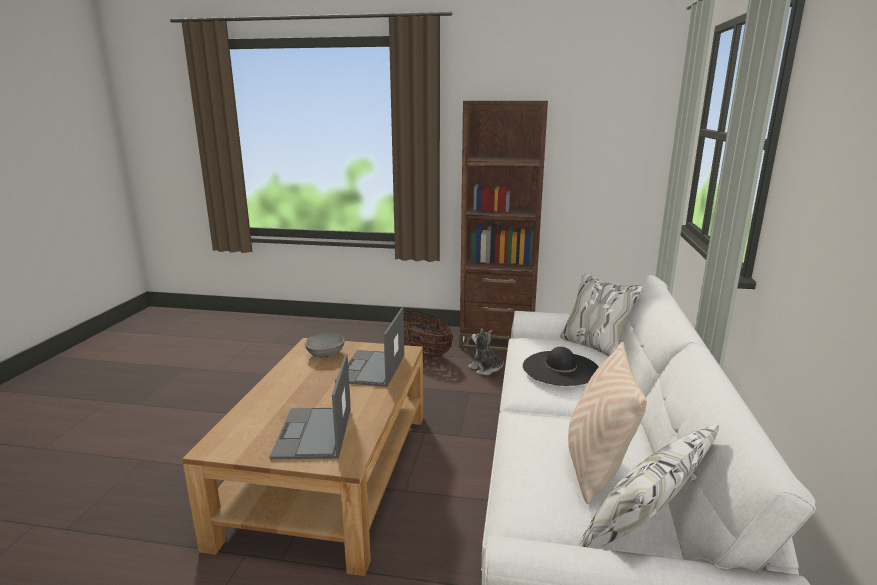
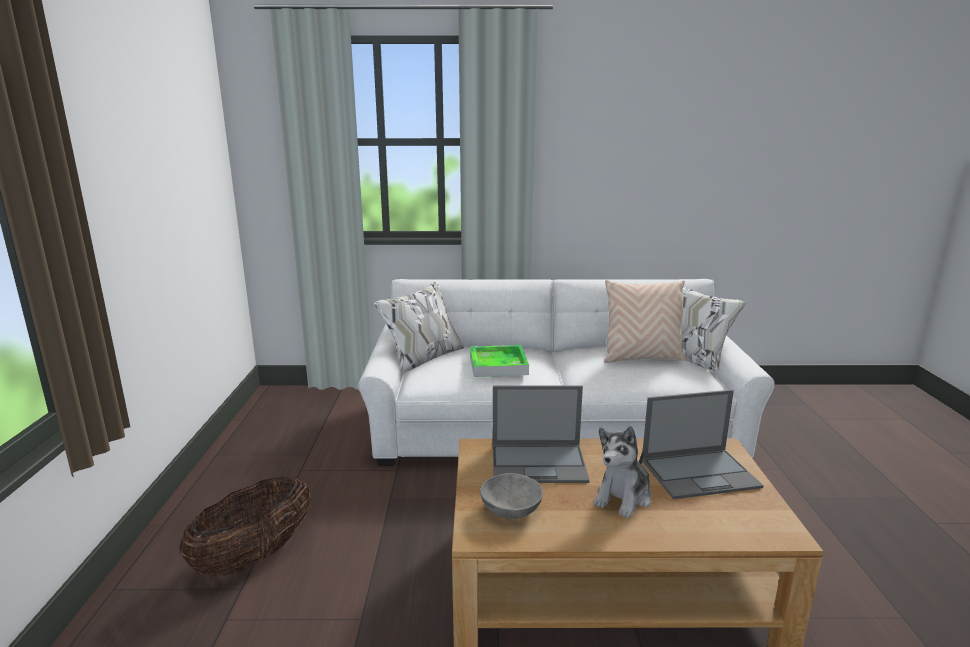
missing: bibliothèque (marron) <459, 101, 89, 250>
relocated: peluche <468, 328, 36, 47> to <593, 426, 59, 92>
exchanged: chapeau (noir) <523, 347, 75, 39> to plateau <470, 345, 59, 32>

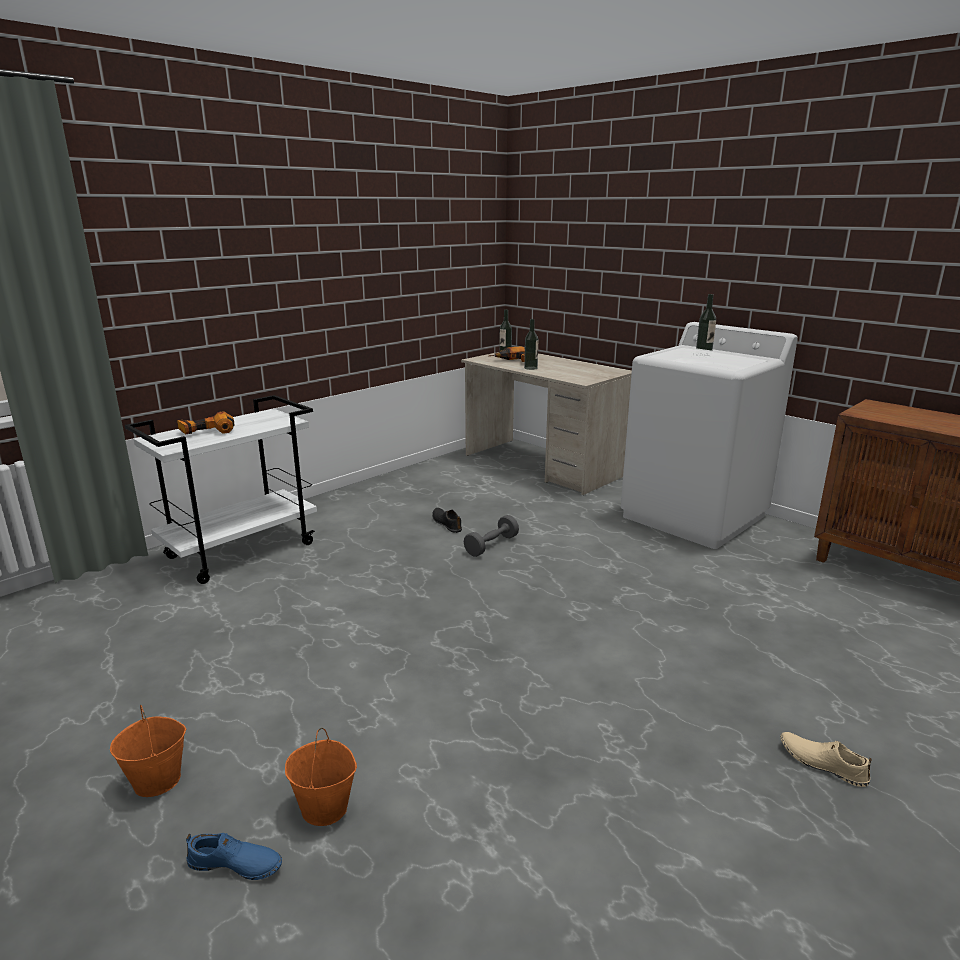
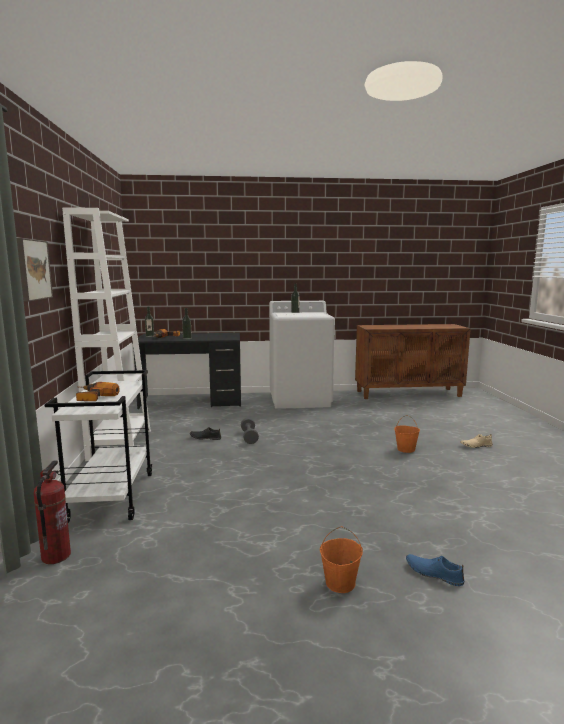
appeared: tableau <17, 238, 36, 64>; extincteur <34, 461, 37, 103>; bibliothèque (blanc) <62, 207, 89, 254>
relocated: seau (orange) <285, 728, 72, 98> to <394, 415, 26, 38>
colour: bureau (beige) <461, 352, 171, 143> to bureau (noir) <132, 333, 109, 76>
spun: chaussure (bleu) <186, 833, 96, 47> = <406, 554, 58, 32> 105 degrees counterclockwise

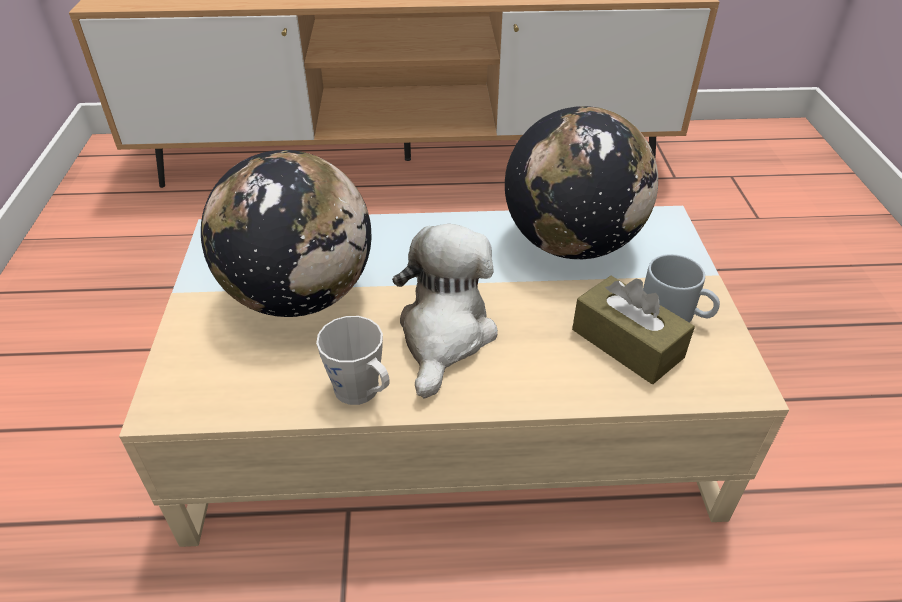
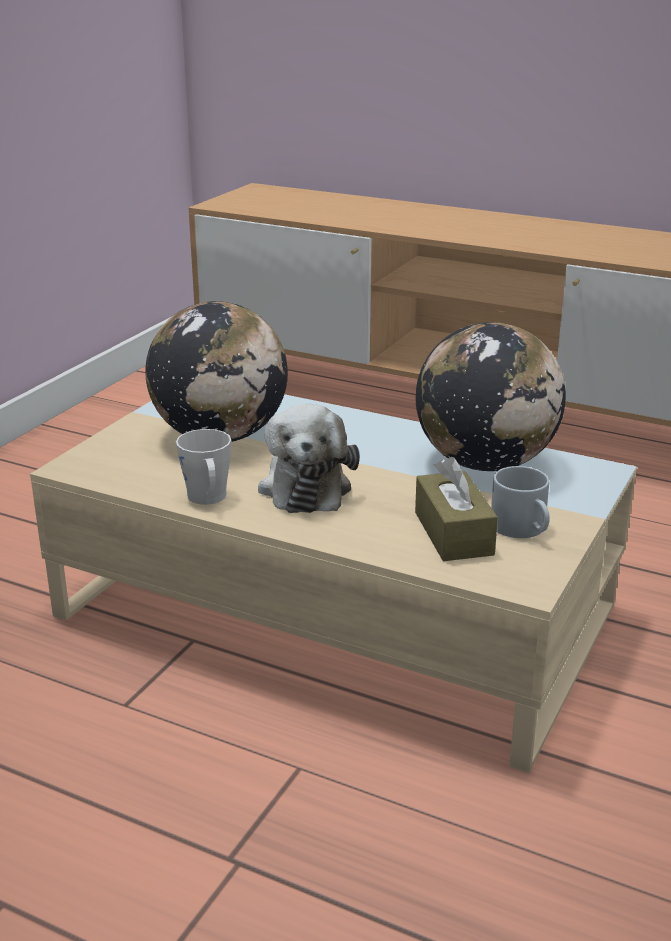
spun: peluche <392, 224, 106, 174> = <258, 404, 102, 109> 135 degrees clockwise

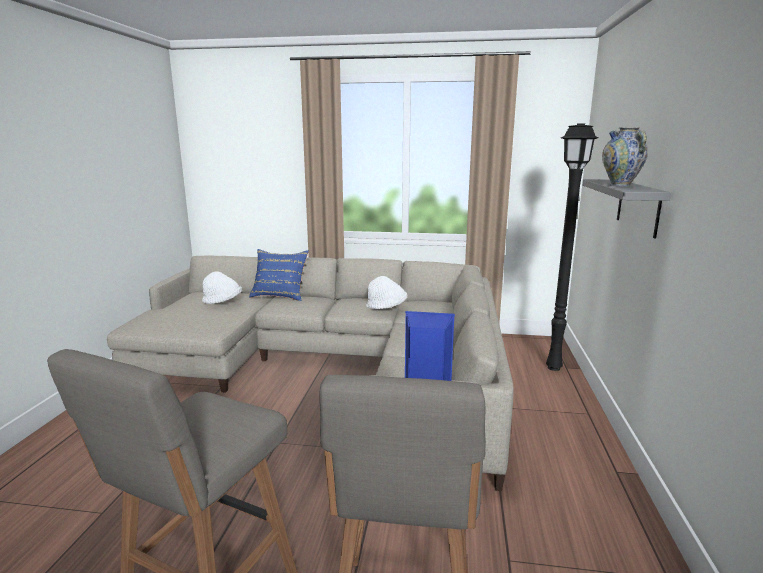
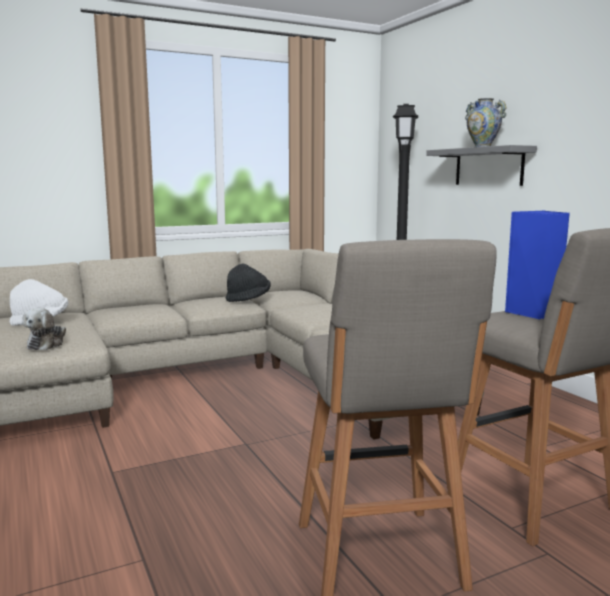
missing: coussin (bleu) <249, 249, 60, 52>
appeared: peluche <22, 308, 44, 42>
colour: chapeau (blanc) <366, 276, 41, 33> to chapeau (noir) <226, 264, 45, 38>

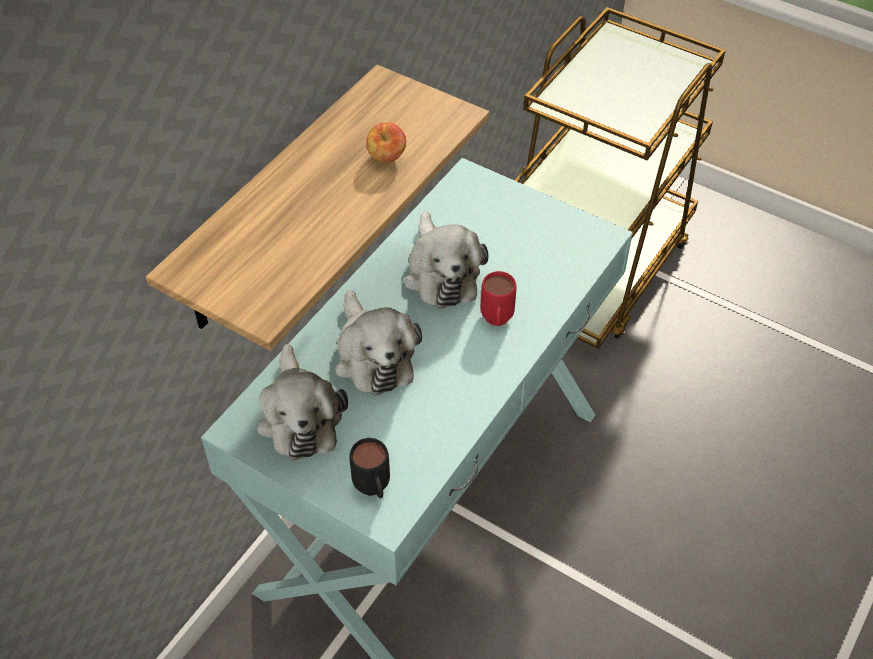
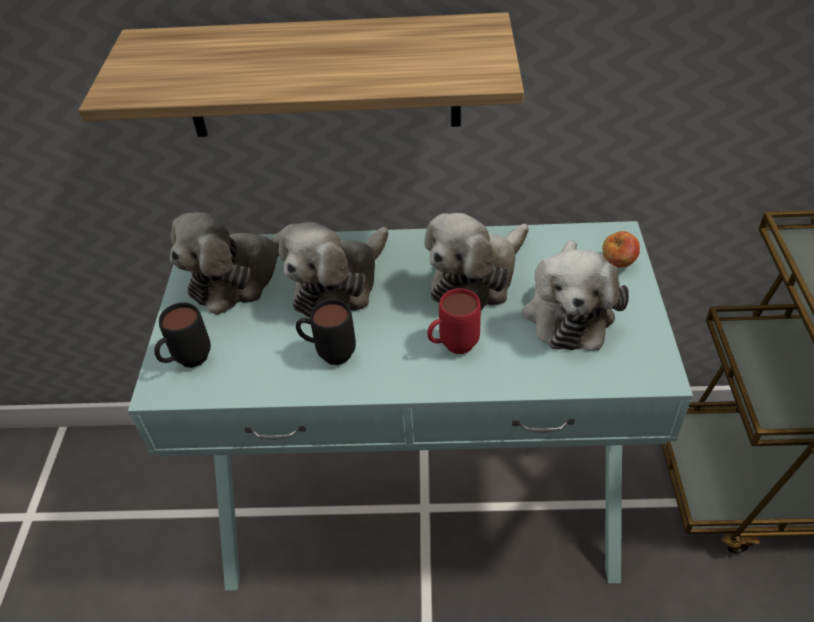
appeared: mug (noir) <296, 299, 60, 66>; peluche <522, 240, 107, 111>
relocated: pomme <366, 122, 40, 40> to <602, 231, 38, 37>

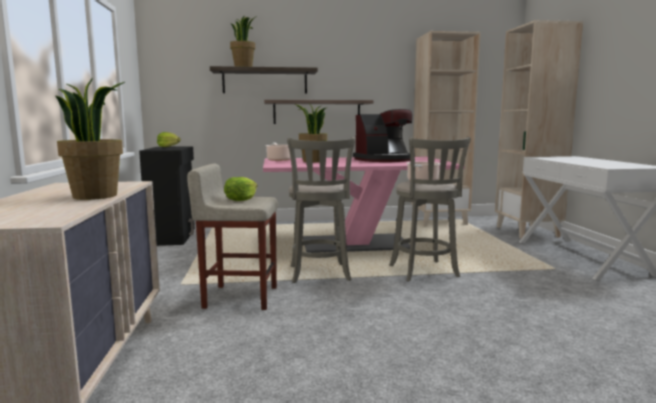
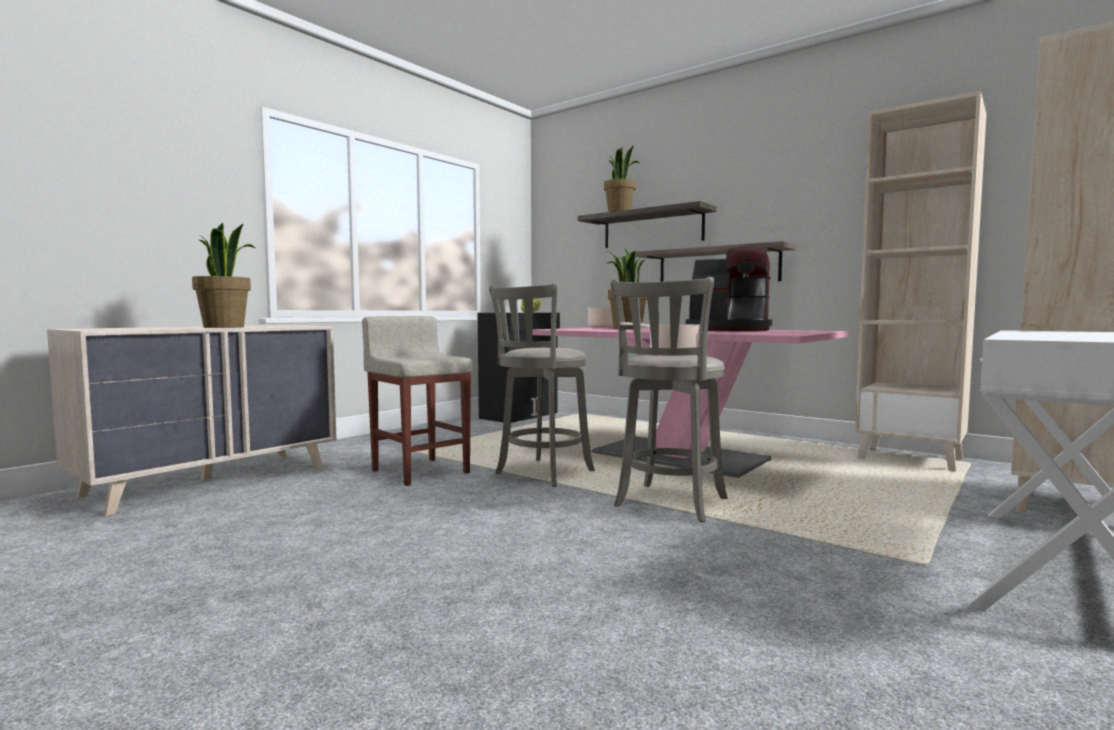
missing: laitue <224, 177, 33, 24>

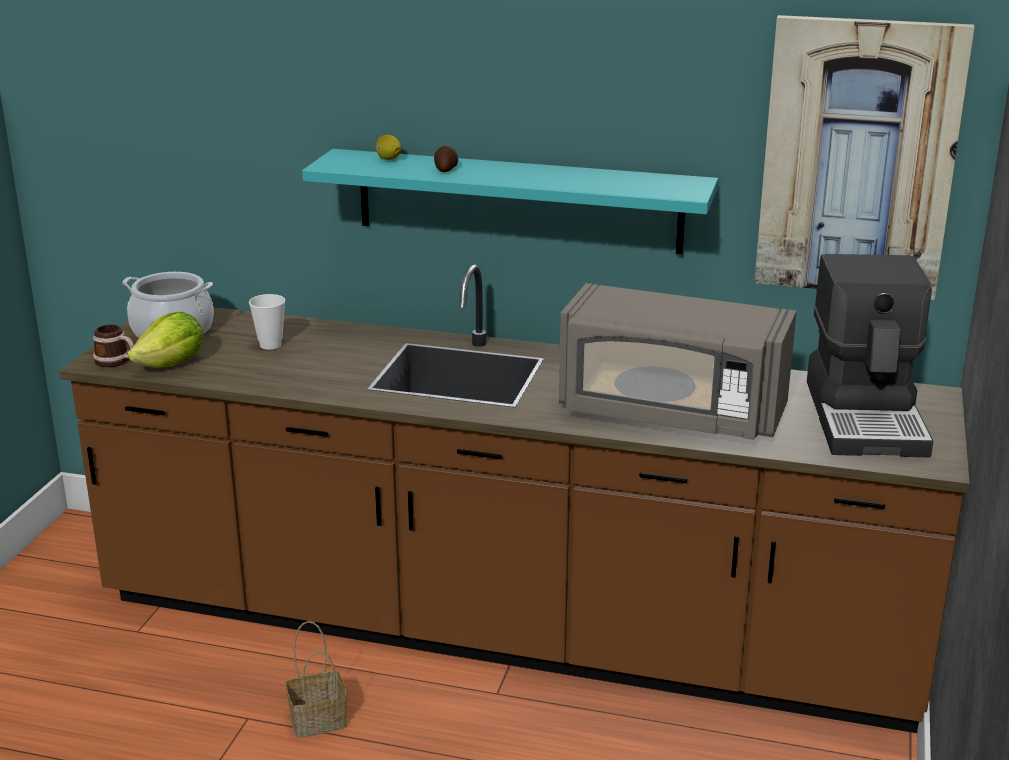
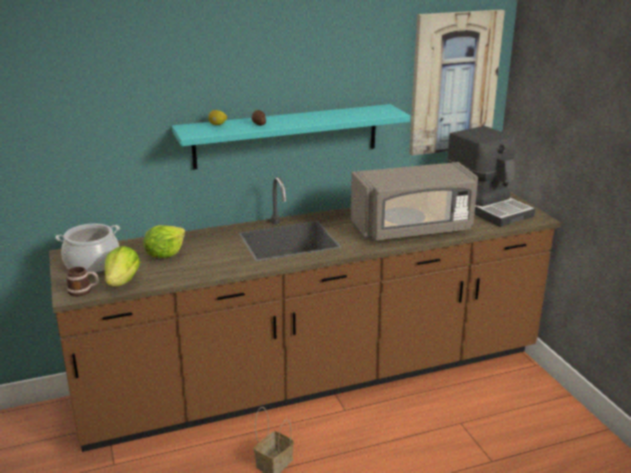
exchanged: tasse <249, 294, 36, 56> to laitue <143, 225, 42, 33>

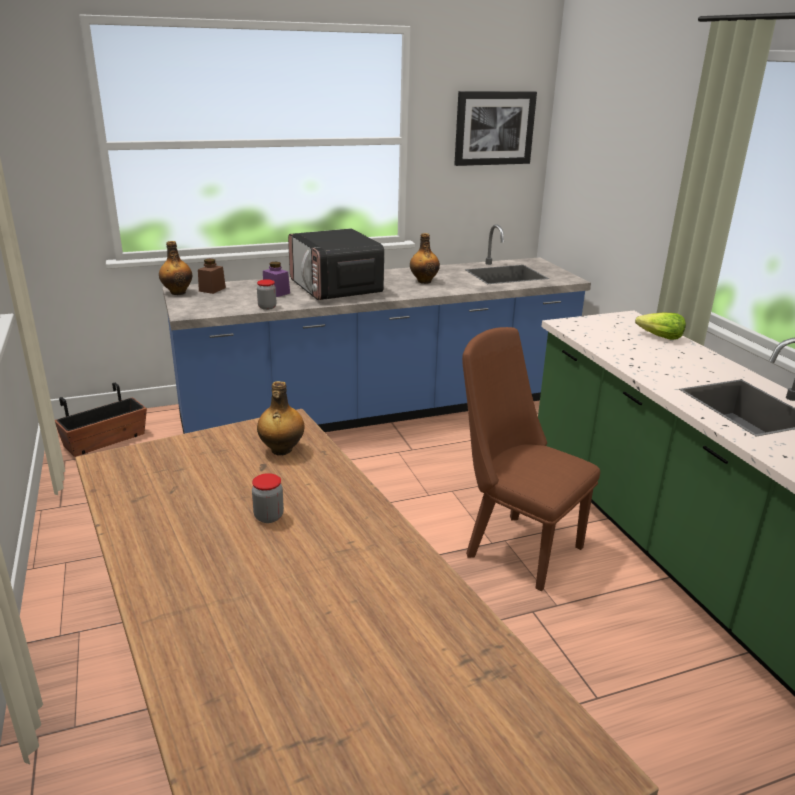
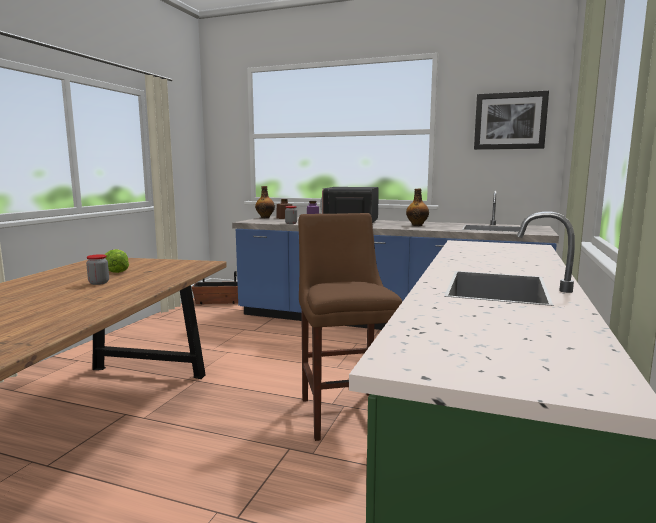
missing: bouteille <257, 381, 48, 75>
relocated: laitue <635, 312, 51, 28> to <105, 249, 24, 24>
exchanged: chaise (marron) <462, 327, 138, 264> to tabouret (marron) <298, 213, 104, 228>

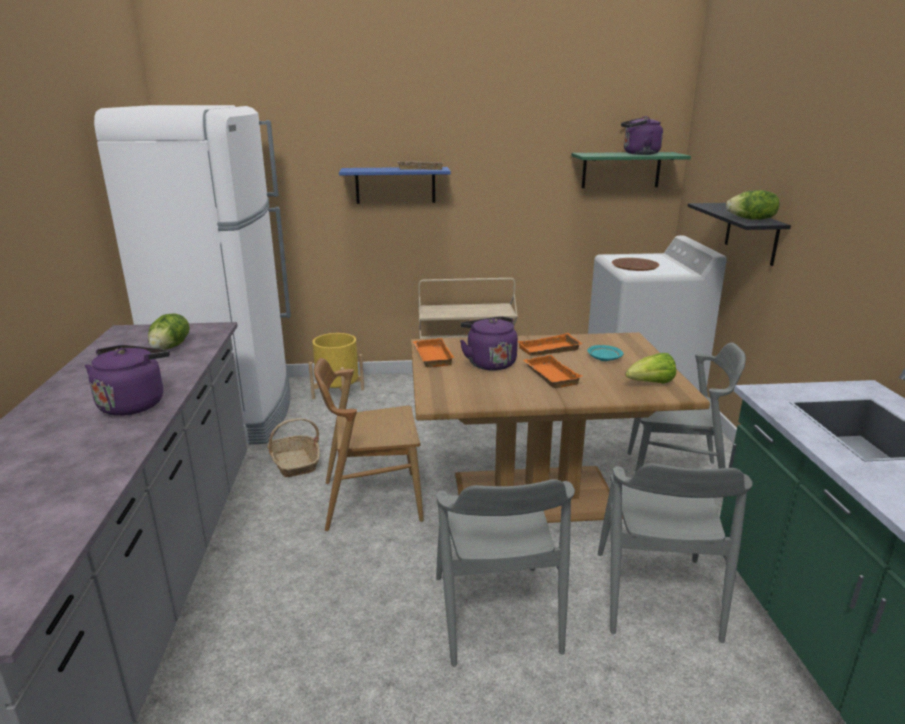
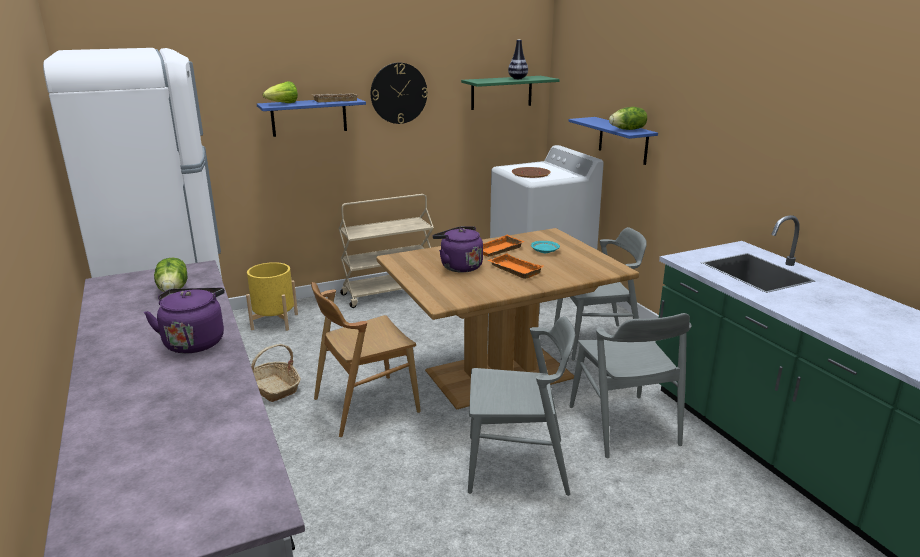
missing: plateau (orange) <413, 338, 42, 29>
appeared: horloge murale <371, 62, 57, 62>
relocated: laitue <625, 353, 51, 31> to <263, 81, 35, 22>
exchanged: bouilloire (violet) <621, 116, 42, 39> to vase <508, 40, 20, 39>
colour: étagère (noir) <688, 203, 103, 63> to étagère (bleu) <569, 117, 89, 48>
spun: chaise (gris) <436, 479, 139, 188> = <468, 316, 107, 180> 60 degrees counterclockwise

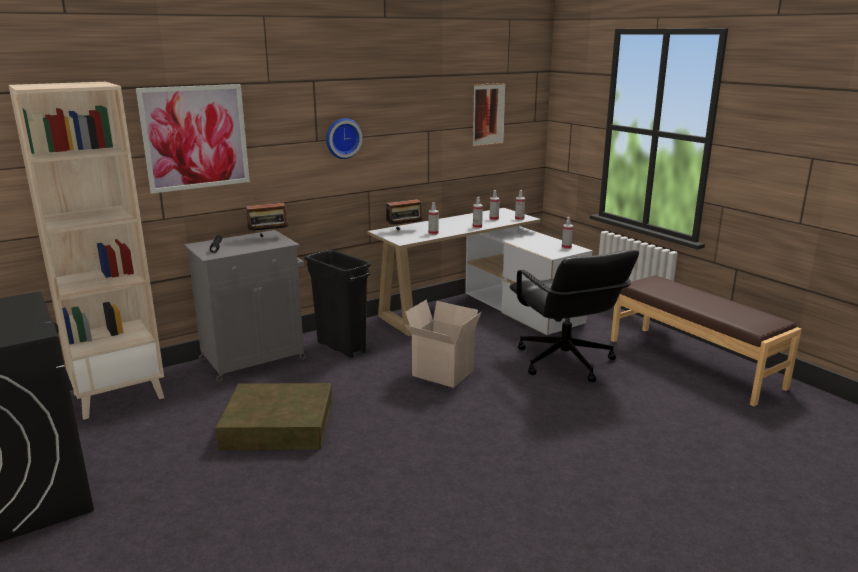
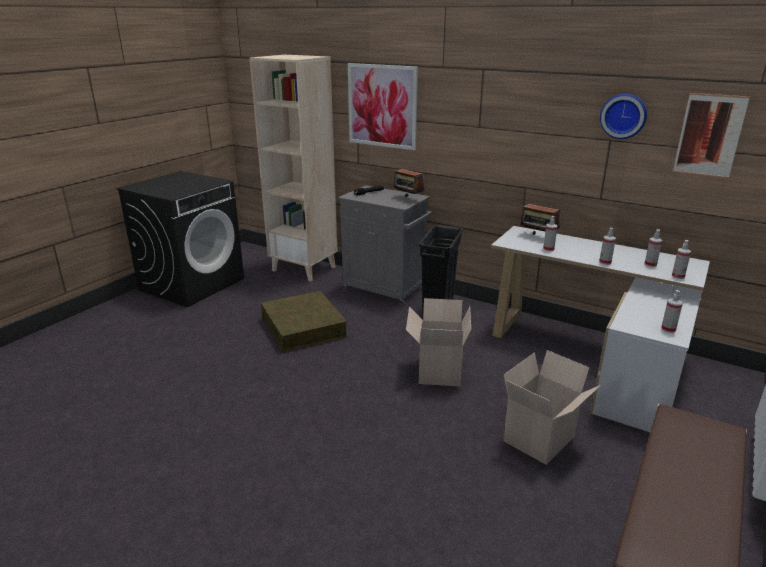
relocated: horloge murale <326, 118, 36, 41> to <600, 94, 47, 45>
exchanged: chaise de bureau (noir) <509, 250, 130, 132> to carton <503, 350, 98, 115>

